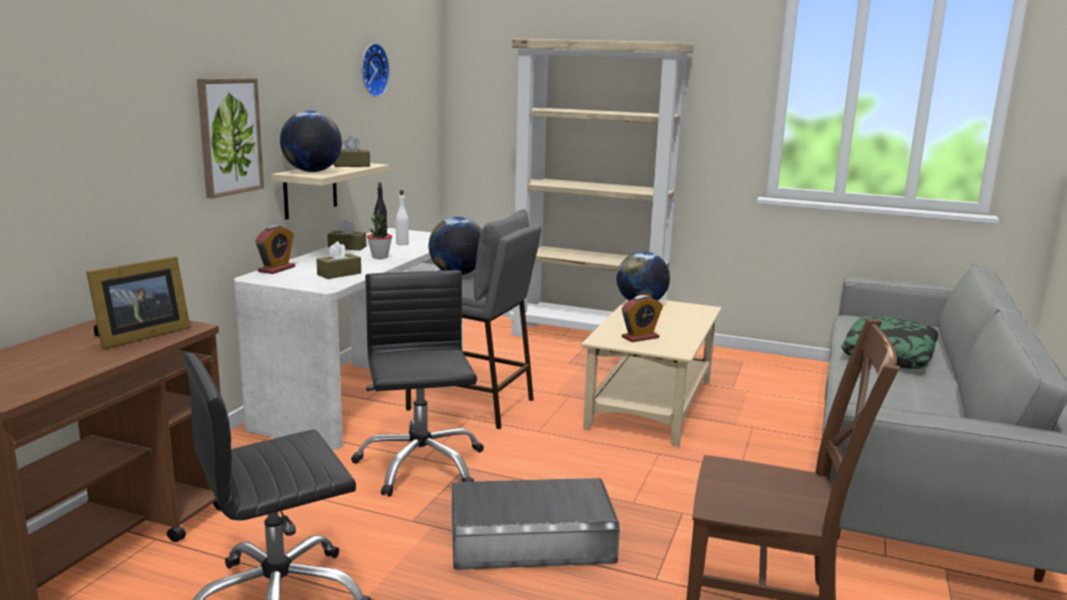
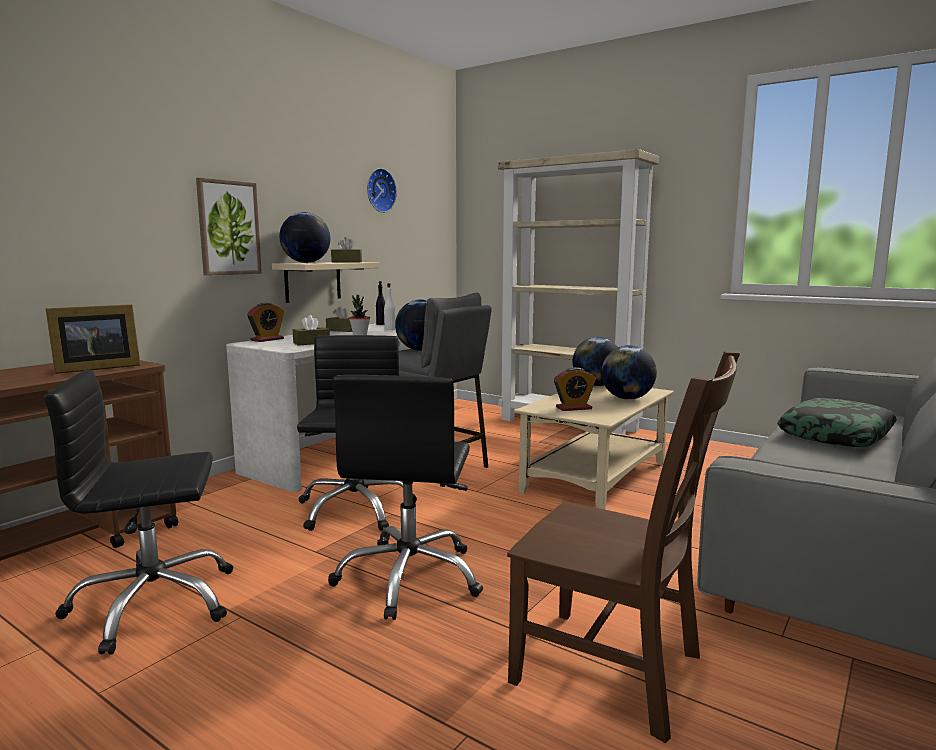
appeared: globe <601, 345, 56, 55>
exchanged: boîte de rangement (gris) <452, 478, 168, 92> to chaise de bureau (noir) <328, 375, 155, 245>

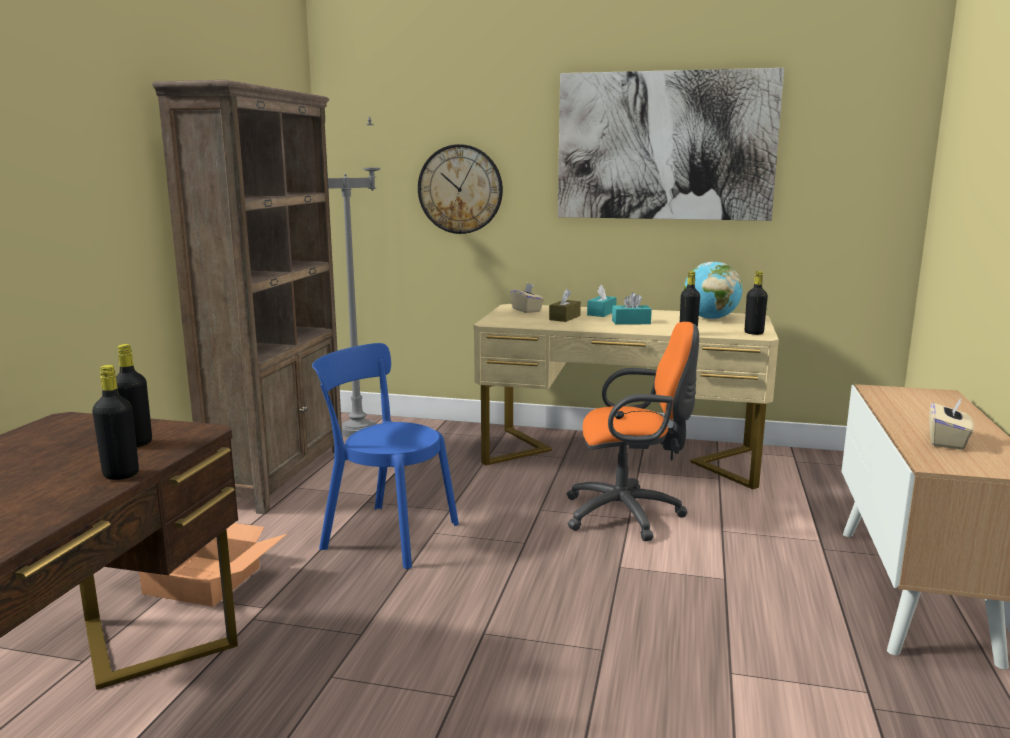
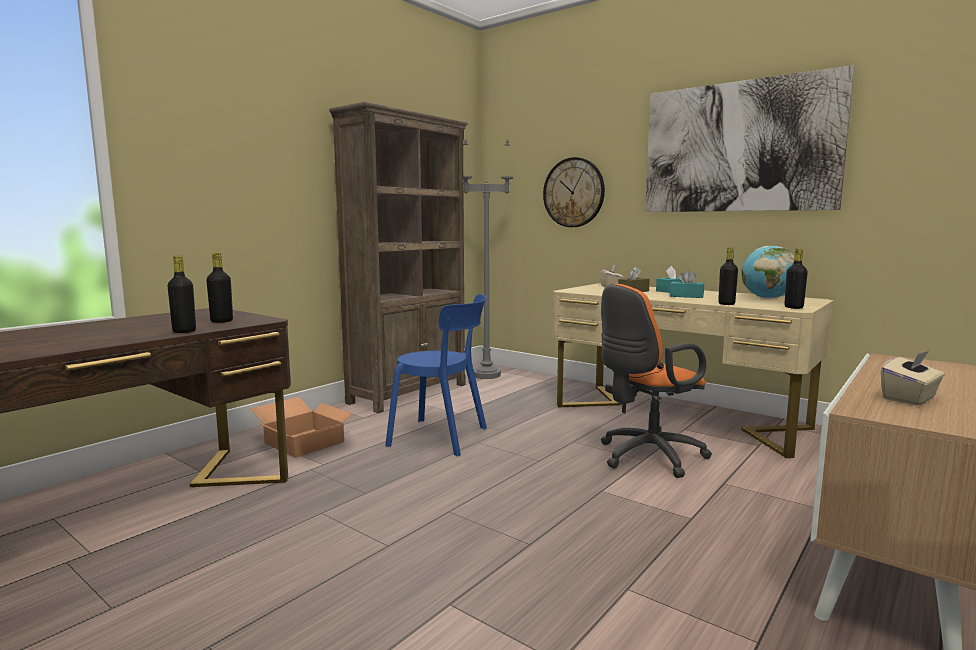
spun: chaise (bleu) <312, 343, 147, 226> = <385, 294, 102, 162> 150 degrees clockwise; chaise de bureau (orange) <566, 322, 133, 219> = <601, 284, 111, 194> 120 degrees clockwise

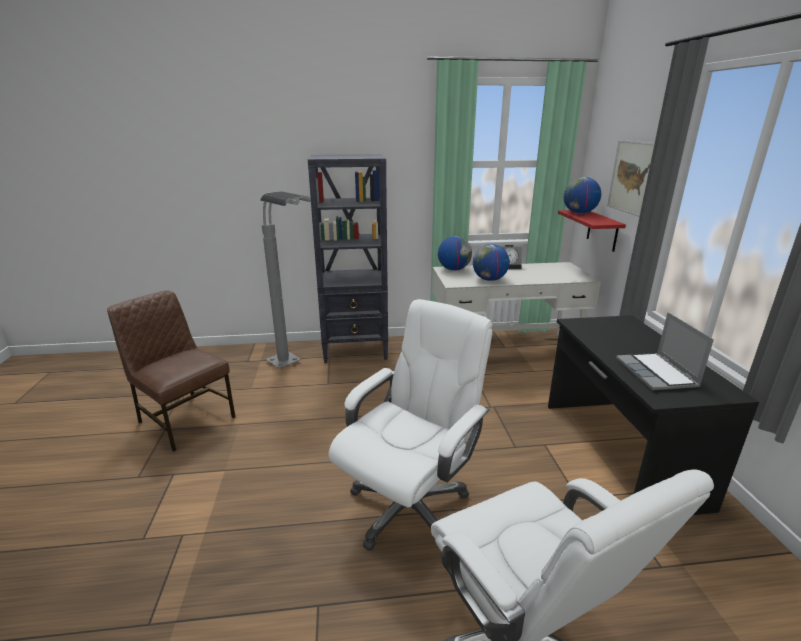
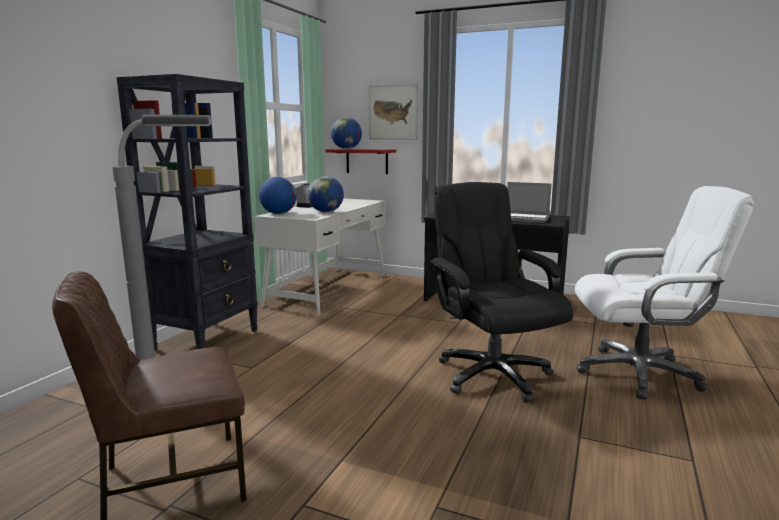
colour: chaise de bureau (blanc) <328, 299, 165, 252> to chaise de bureau (noir) <430, 182, 143, 221>

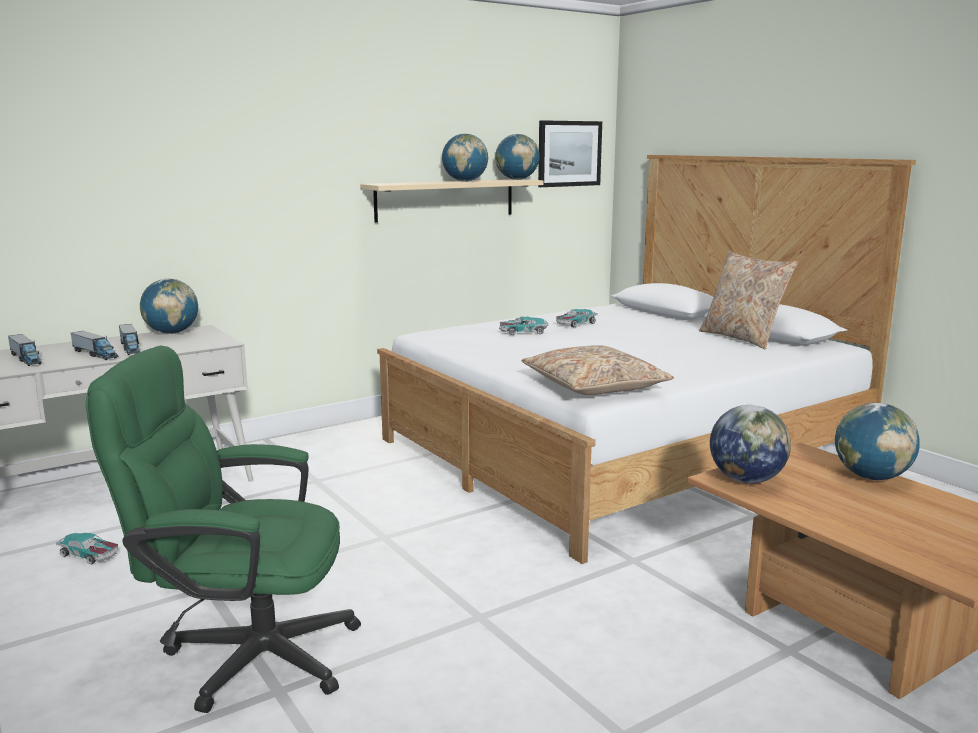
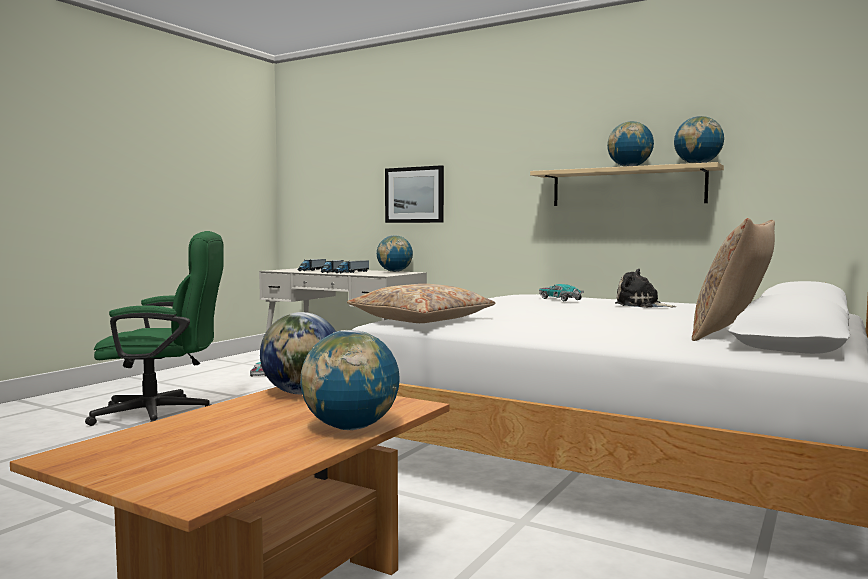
relocated: tableau <538, 120, 64, 67> to <385, 165, 59, 58>
exchanged: petite voiture <556, 309, 42, 18> to peluche <615, 269, 61, 39>
spun: chaise de bureau (vert) <86, 346, 275, 367> = <85, 231, 139, 195> 105 degrees clockwise

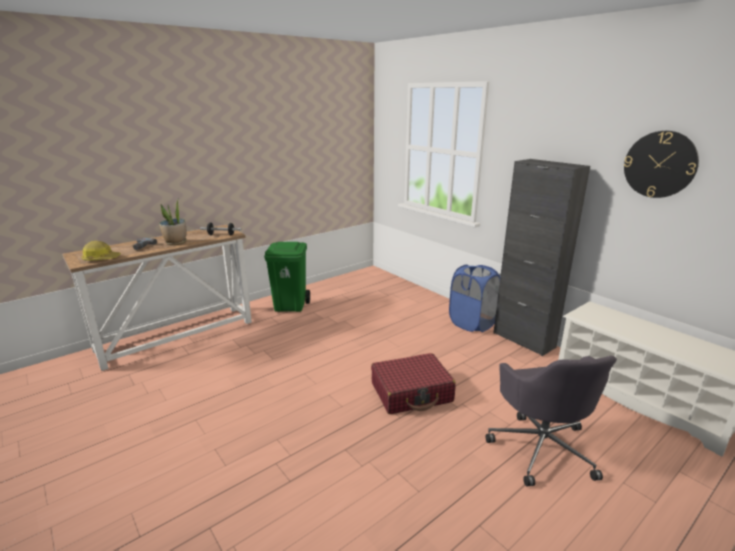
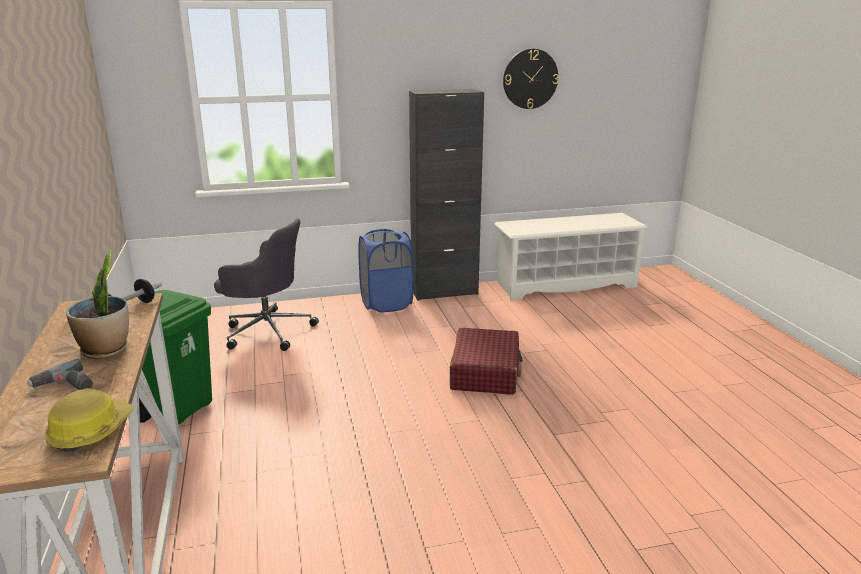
relocated: chaise de bureau (gris) <485, 356, 132, 131> to <214, 219, 105, 132>

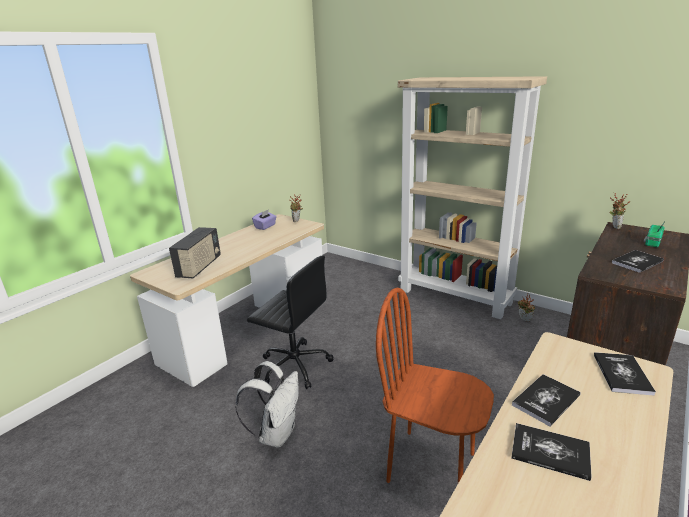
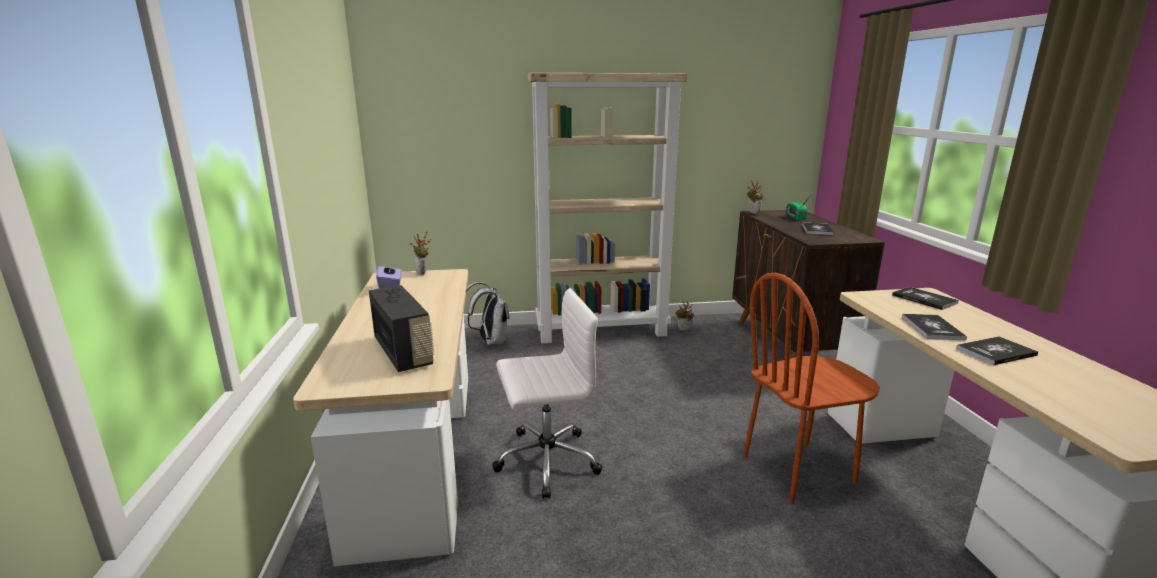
relocated: sac à dos (blanc) <235, 361, 64, 87> to <464, 282, 46, 63>
colour: chaise de bureau (noir) <247, 255, 87, 134> to chaise de bureau (blanc) <492, 288, 110, 211>

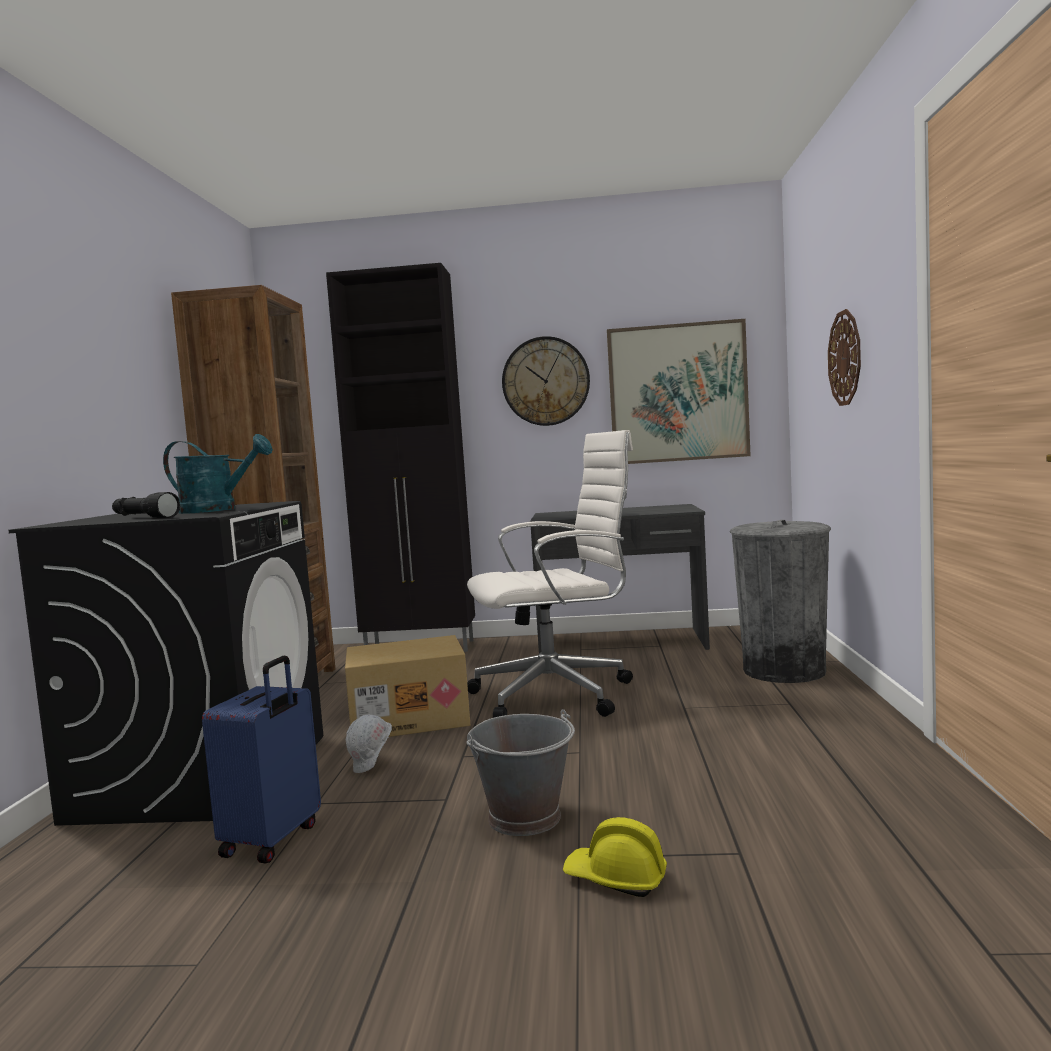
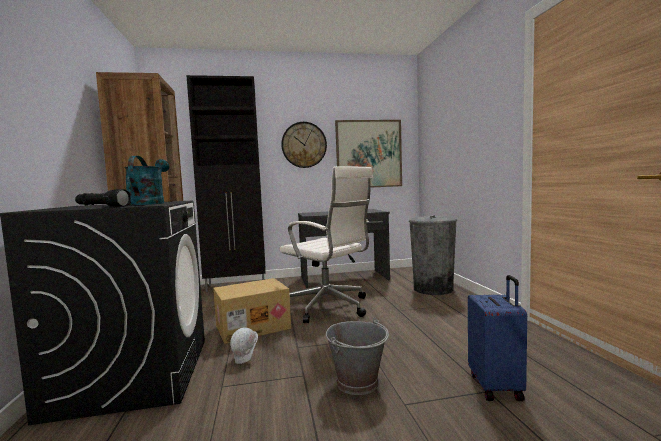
missing: casque de chantier (jaune) <563, 817, 104, 80>; horloge murale <828, 309, 33, 97>
relocated: valise (bleu) <202, 656, 119, 207> to <468, 275, 59, 126>
spun: arrosoir (turquoise) <163, 434, 110, 80> = <124, 156, 45, 49> 90 degrees counterclockwise; chaise de bureau (blanc) <467, 430, 166, 288> = <280, 166, 93, 157> 75 degrees clockwise

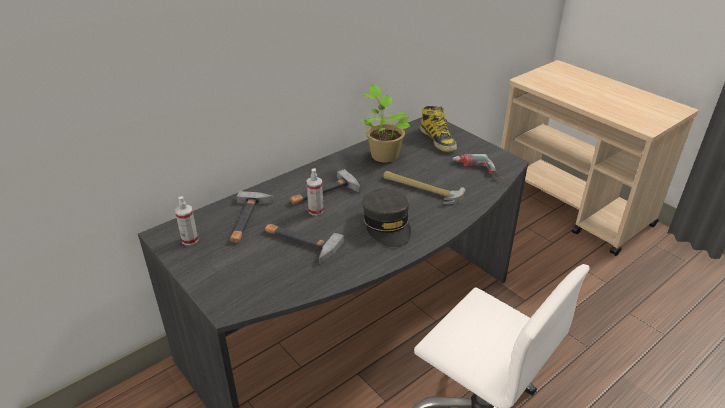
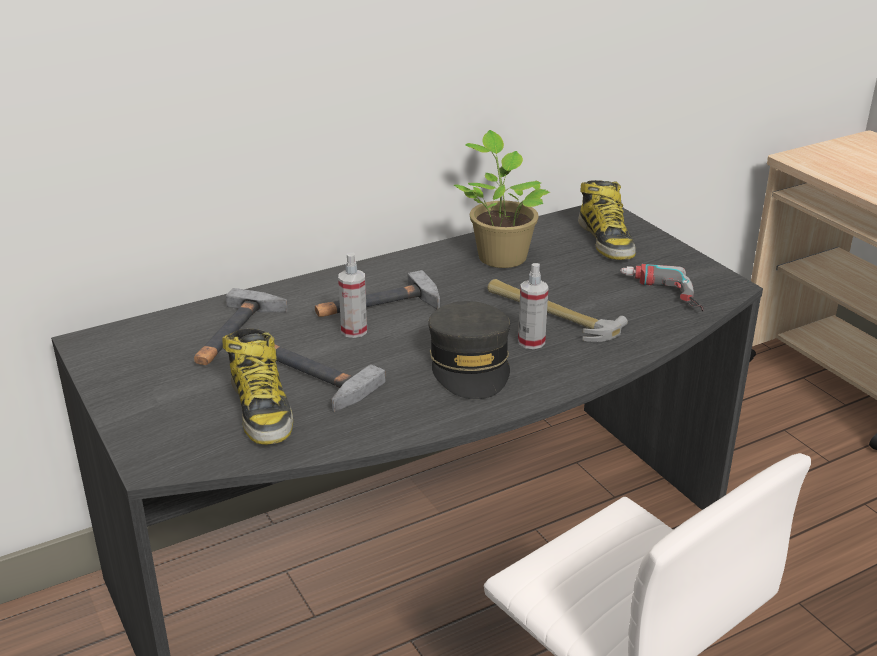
appeared: botte <222, 329, 71, 116>
relocated: vaporisateur <175, 196, 23, 49> to <518, 263, 31, 86>

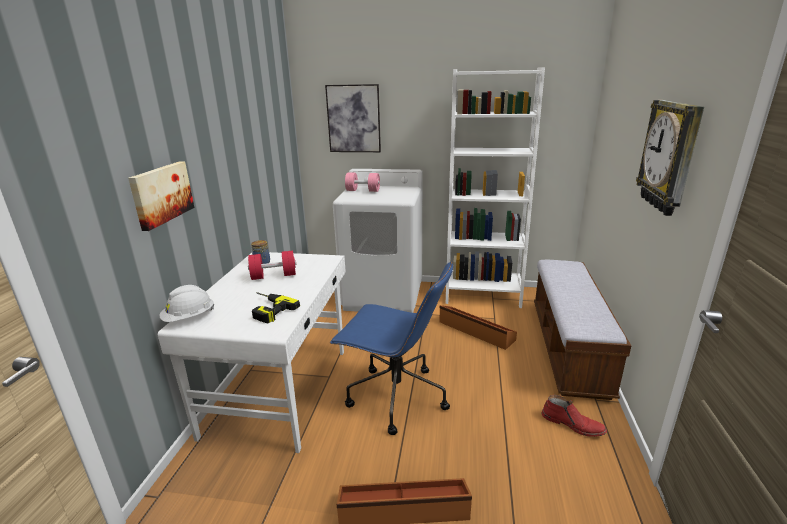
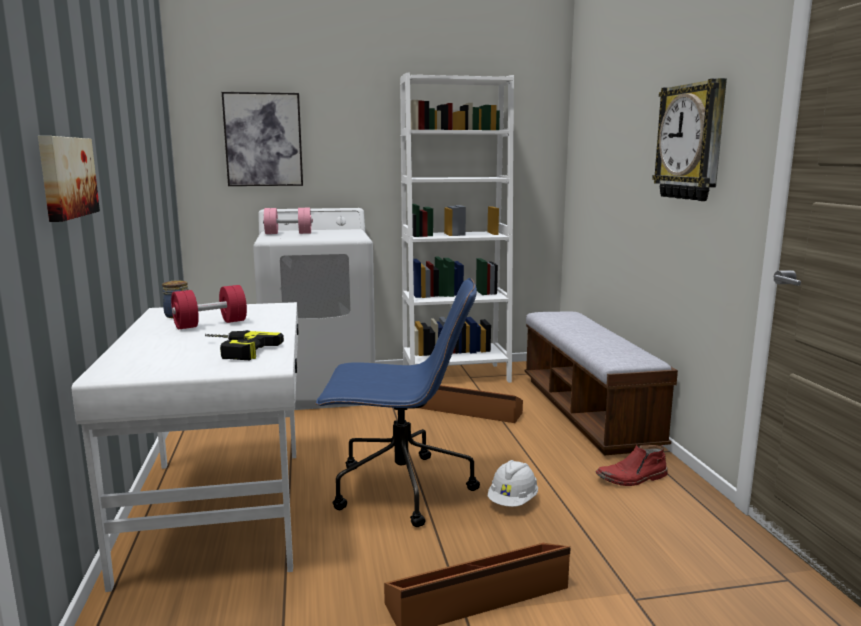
relocated: casque de chantier (blanc) <159, 285, 55, 37> to <488, 460, 50, 47>
spun: botte (rouge) <541, 395, 66, 42> = <596, 444, 72, 42> 150 degrees clockwise

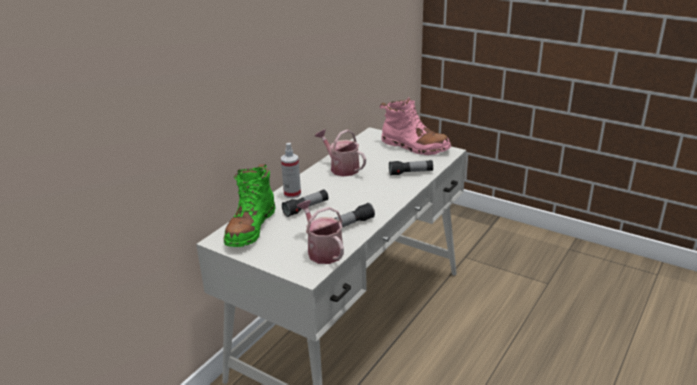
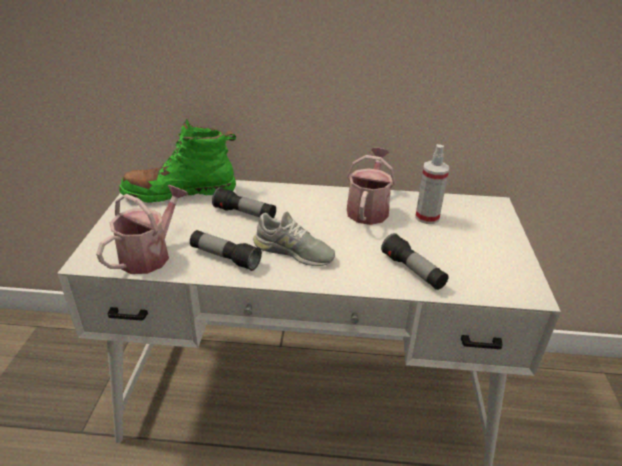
missing: botte (rose) <379, 98, 72, 57>
appeared: chaussure (gris) <253, 212, 82, 54>
relocated: vaporisateur <281, 143, 20, 55> to <415, 144, 34, 80>

